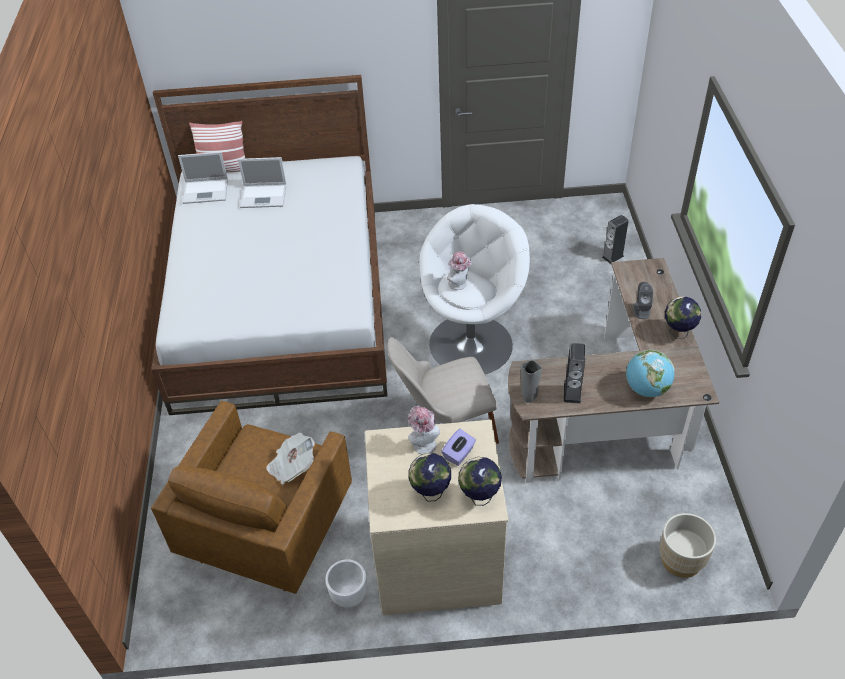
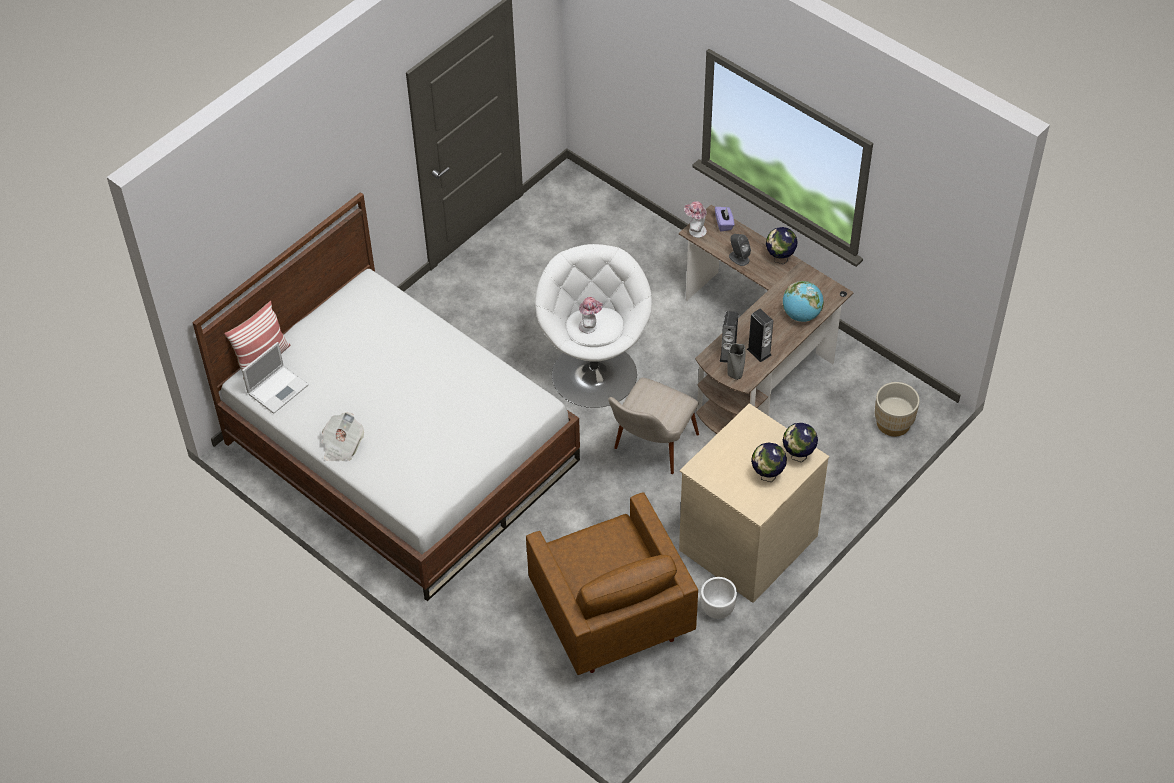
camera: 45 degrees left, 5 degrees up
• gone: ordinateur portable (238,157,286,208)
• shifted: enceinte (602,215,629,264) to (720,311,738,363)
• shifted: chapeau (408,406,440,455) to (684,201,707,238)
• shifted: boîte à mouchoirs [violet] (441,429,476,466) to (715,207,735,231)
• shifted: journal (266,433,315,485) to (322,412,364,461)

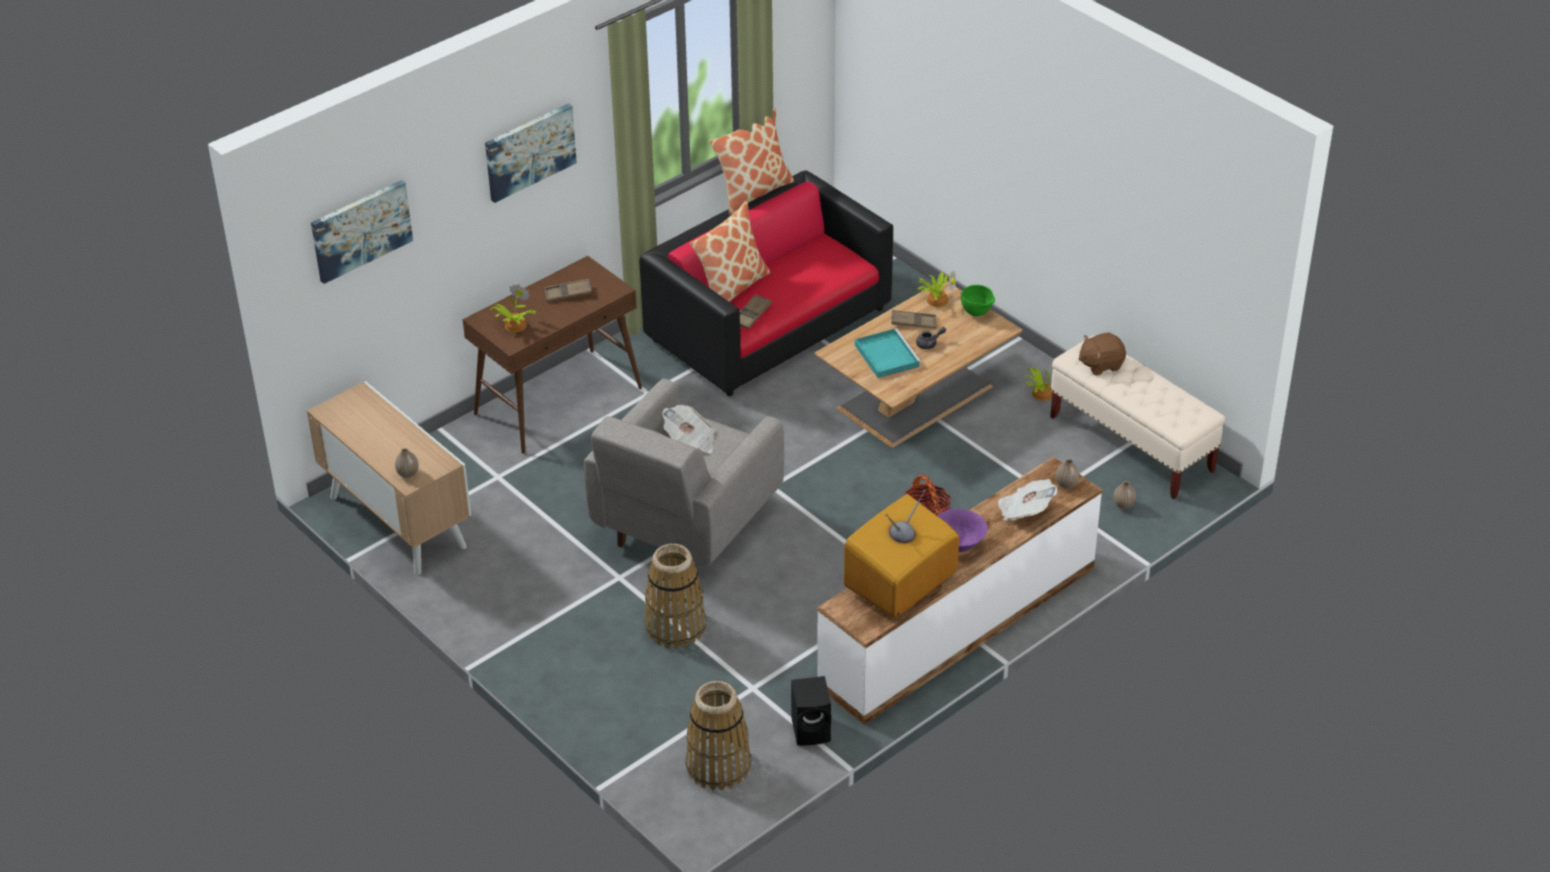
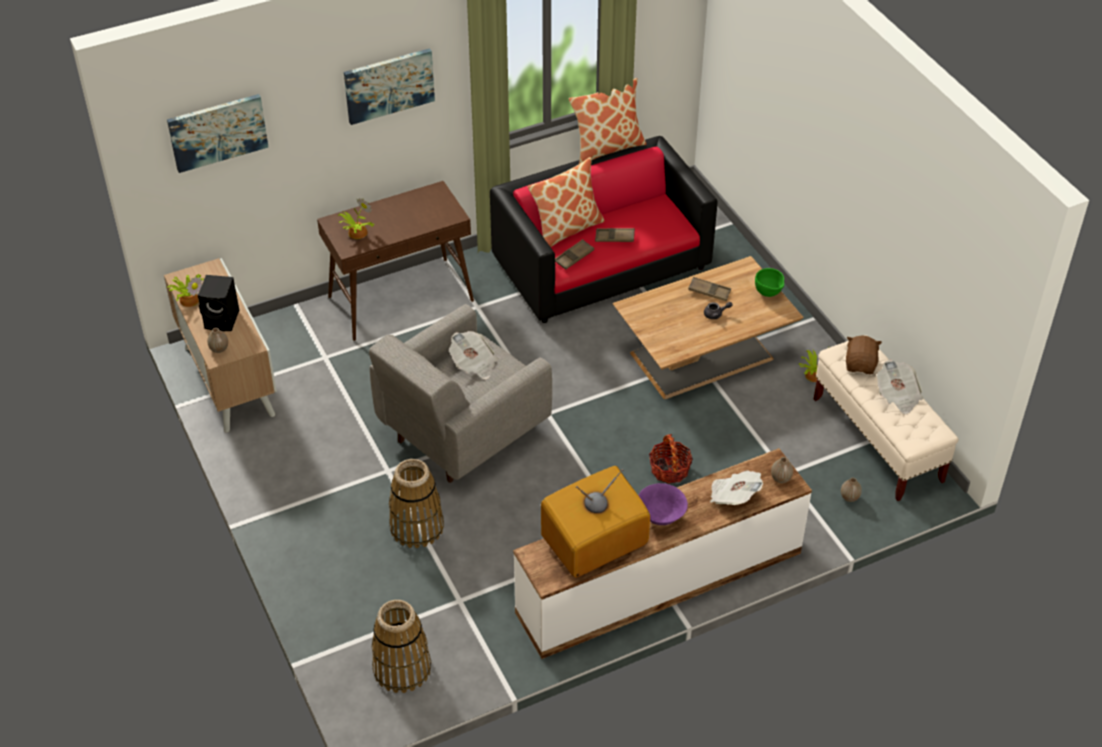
camera: 15 degrees right, 5 degrees up
• shifted: plante en pot (917,272,956,307) to (167,274,204,307)
• shifted: plateau [marron] (544,279,592,302) to (595,228,635,242)
• gone: plateau [turquoise] (855,328,921,378)
• rotated: peluche [marron] (1078,332,1126,375) = (846,336,882,374) 105 degrees clockwise
• shifted: enceinte [noir] (791,676,831,745) to (198,275,239,331)
• new: journal (877,360,923,415)

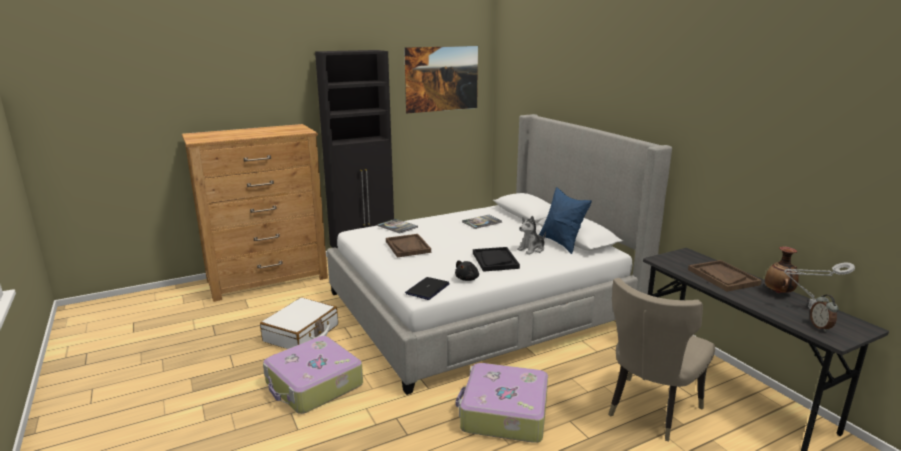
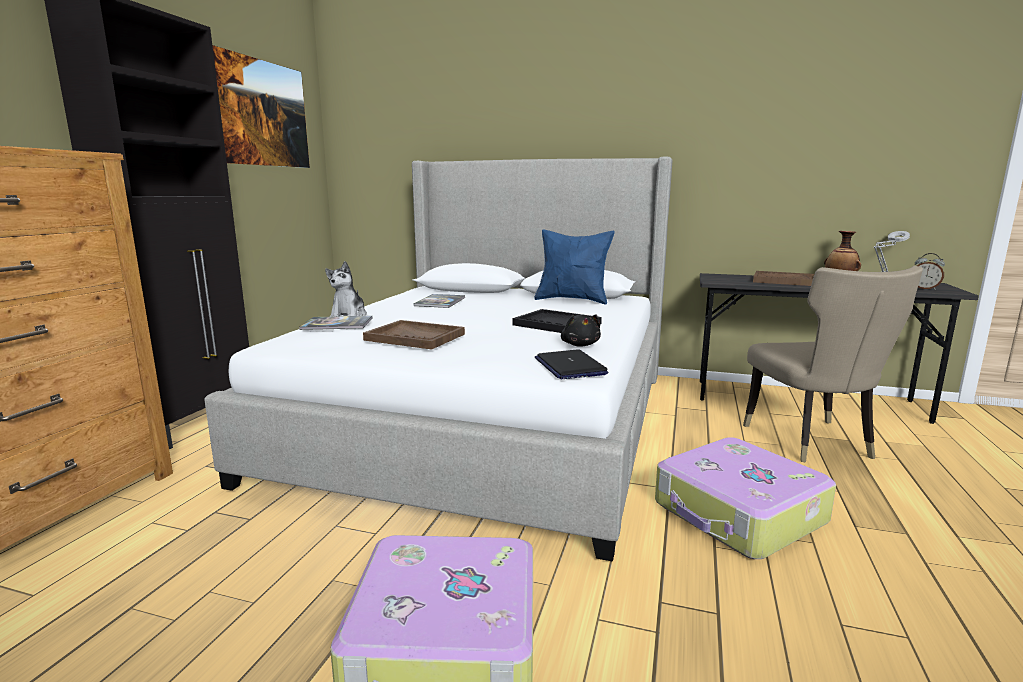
camera: 45 degrees left, 5 degrees down
• shifted: peluche (517,216,546,255) to (325,261,367,317)
• gone: valise [blanc] (260,297,338,349)

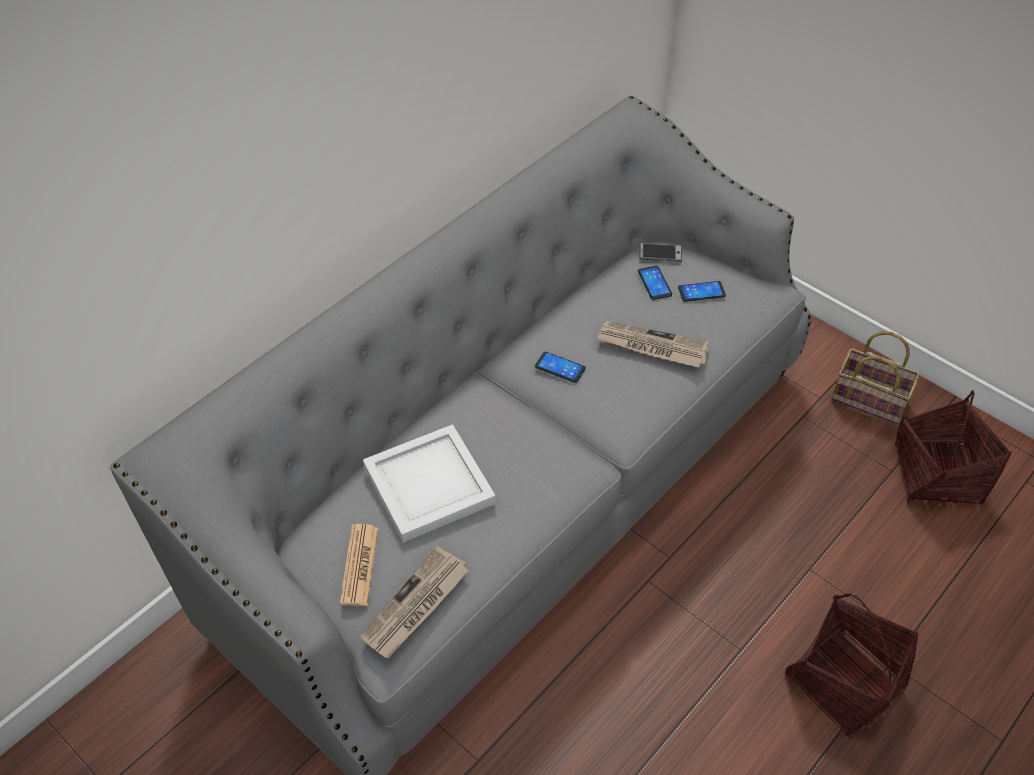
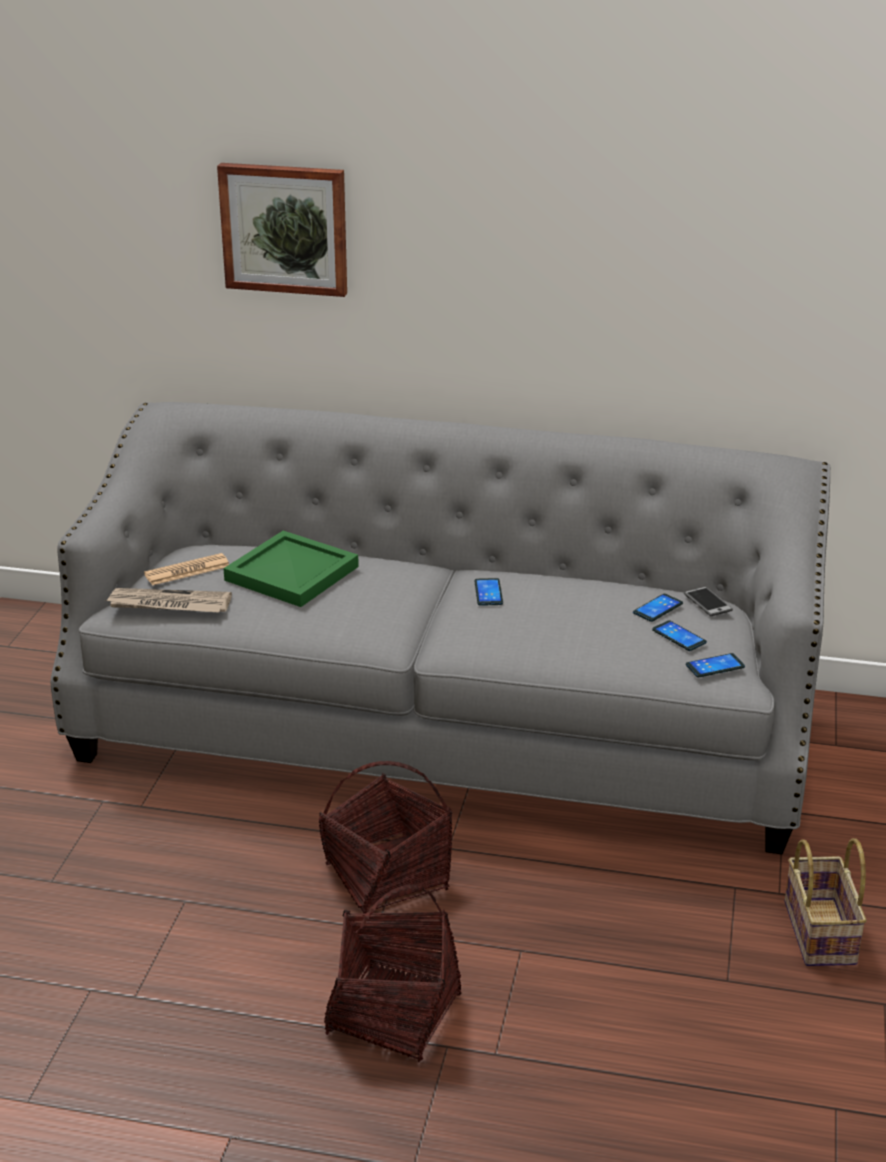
camera: 60 degrees right, 20 degrees down
• gone: journal (596,321,710,367)
• shifted: panier (895,390,1012,505) to (319,761,453,916)
• repainted: plateau [blanc] (363,424,496,543) to plateau [vert] (223,531,359,607)
• new: tableau (217,163,347,297)
• new: téléphone (686,653,745,678)

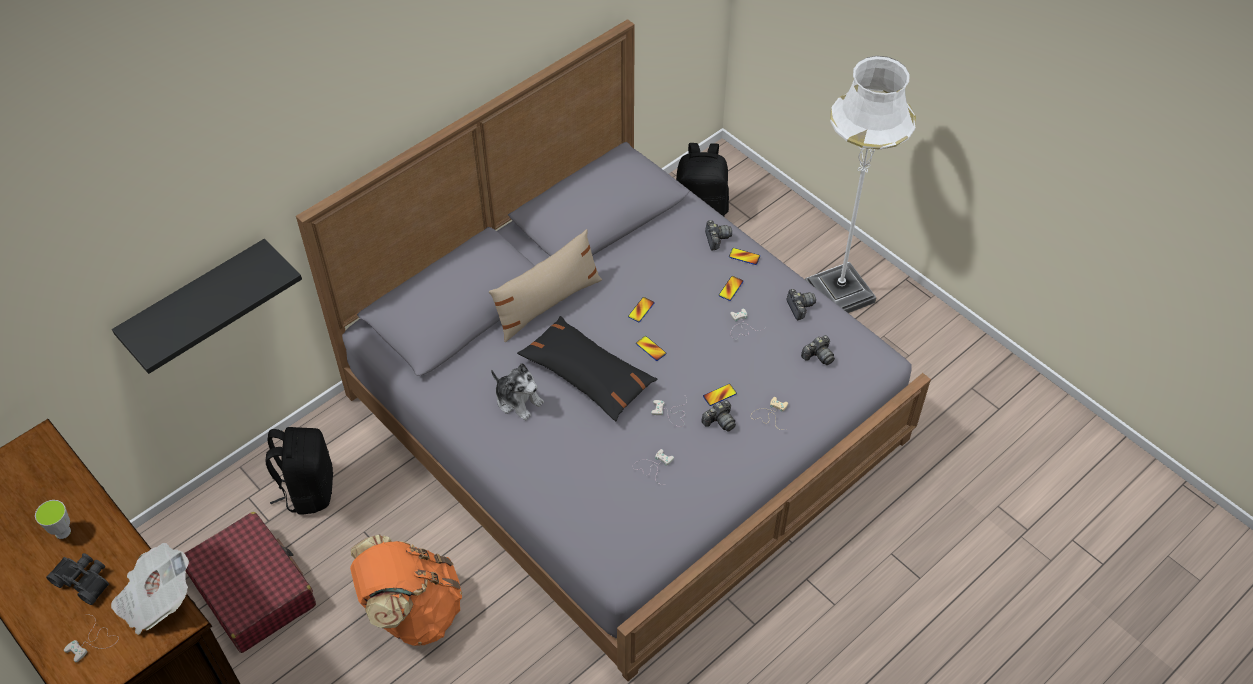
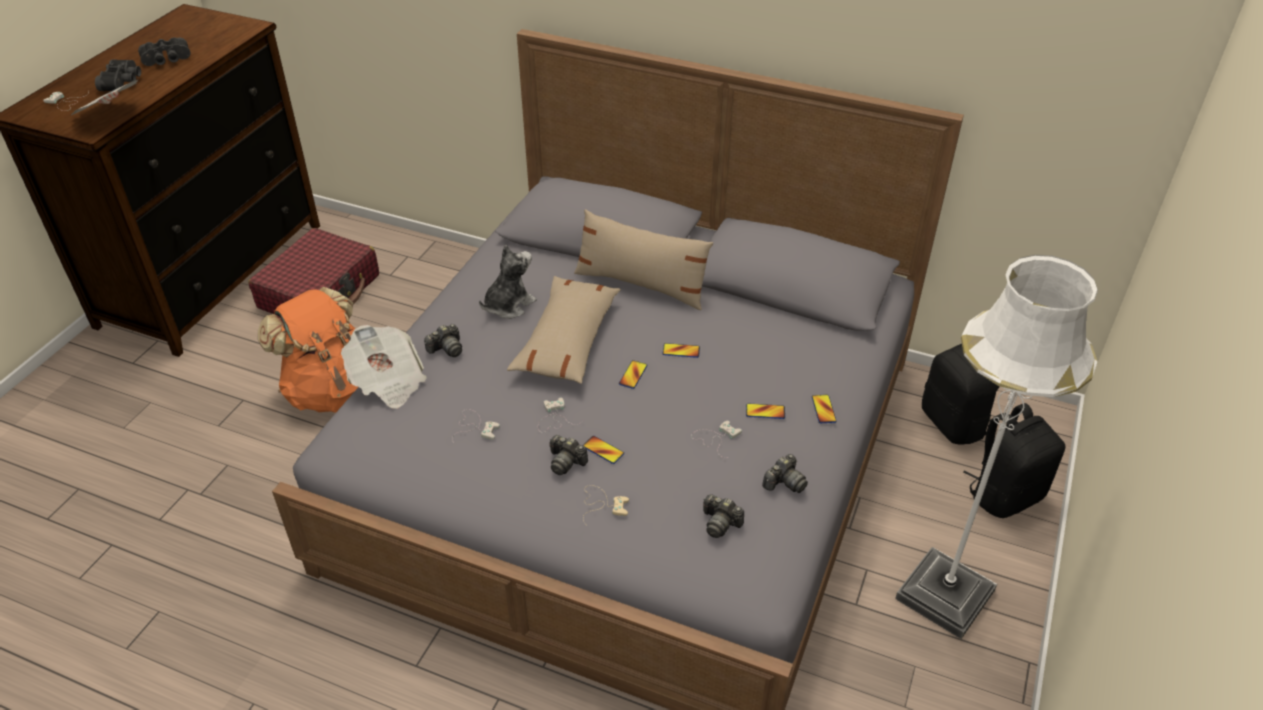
camera: 65 degrees right, 10 degrees down
• shifted: appareil photo (705,220,732,251) to (424,324,462,357)
• gone: étagère [noir] (112,239,302,374)
• repainted: coussin [noir] (517,316,658,421) to coussin [beige] (507,276,621,384)
• rotated: peluche (491,363,544,421) = (479,245,537,319) 150 degrees counterclockwise
• shifted: sac à dos [noir] (265,427,333,514) to (963,403,1065,518)
• swapped: tasse (35,500,71,539) to jumelles [noir] (138,37,190,66)
• new: journal (341,325,427,409)

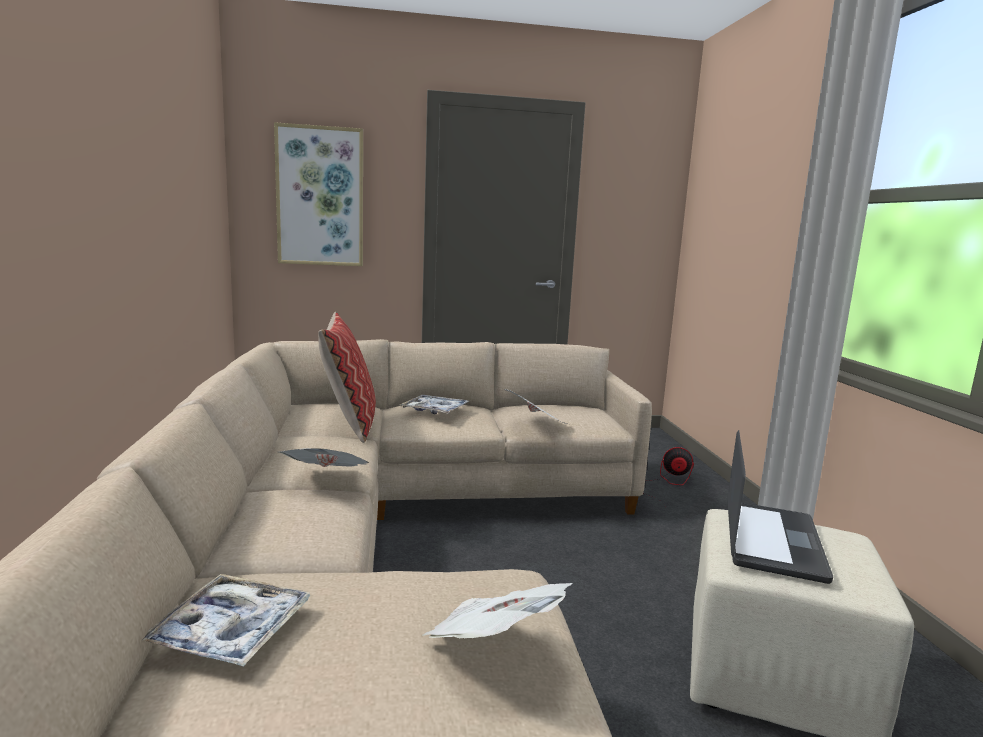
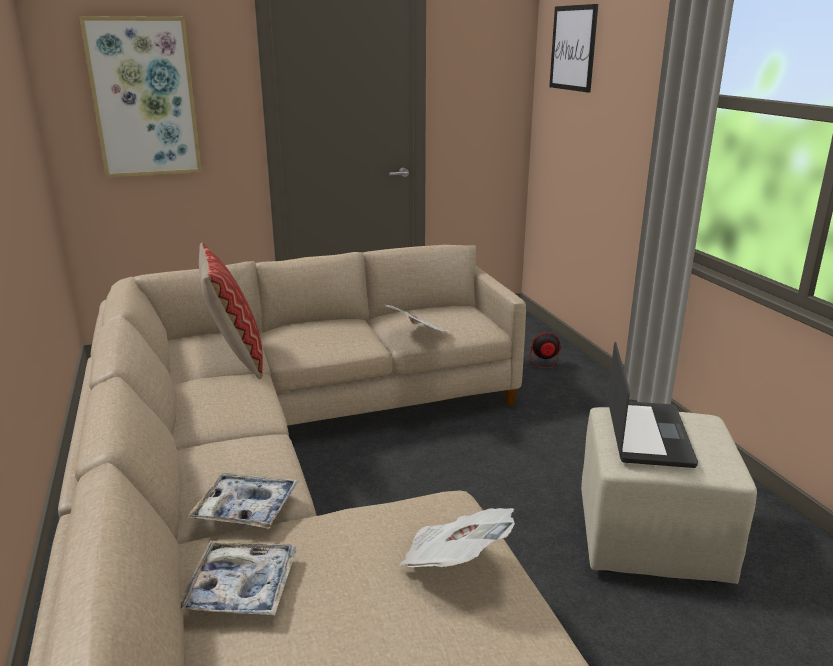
camera: 10 degrees left, 10 degrees up
• shifted: plateau (400,395,469,414) to (187,473,299,529)
• gone: journal (279,448,369,467)
• new: tableau (549,4,598,93)

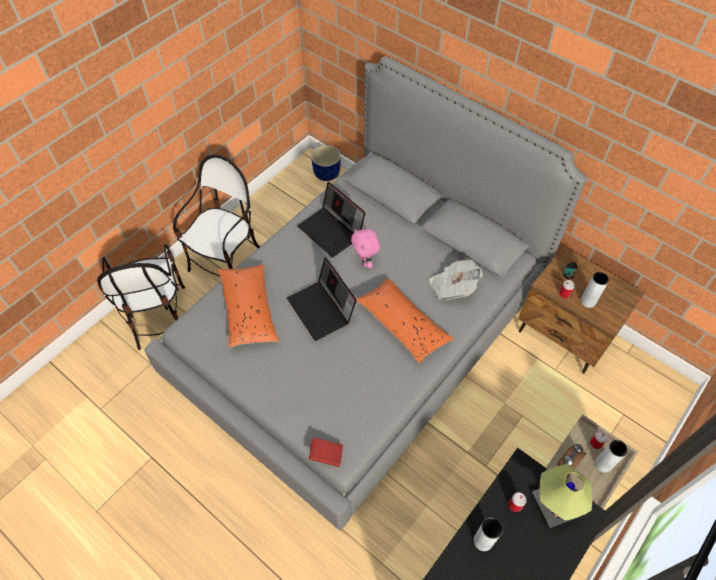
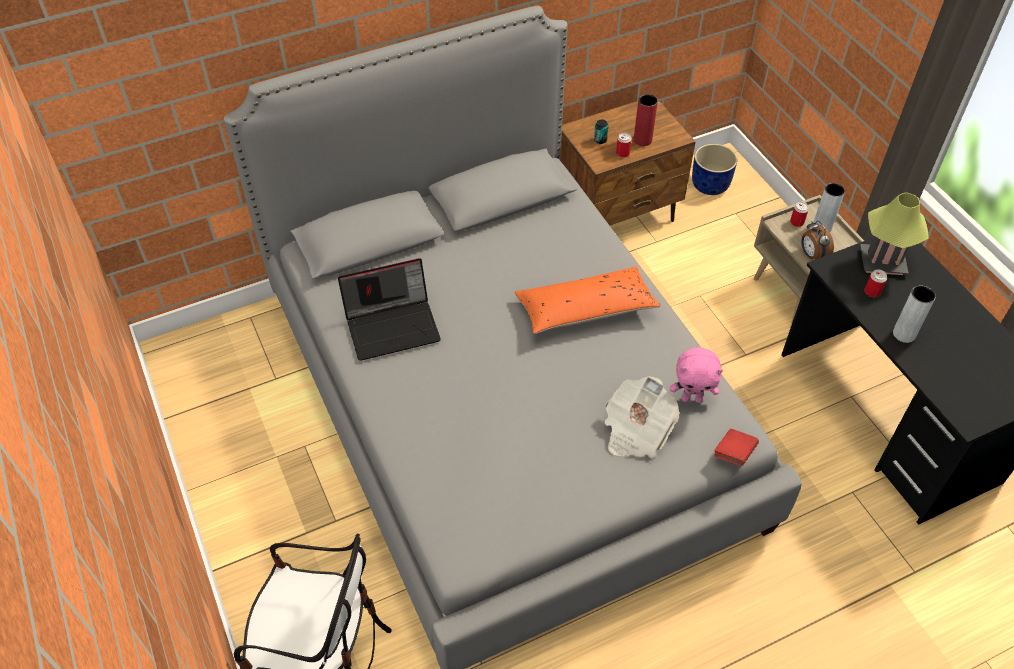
camera: 65 degrees left, 5 degrees down
• shifted: cache-pot [bleu] (311,145,341,181) to (692,144,737,195)
• gone: chaise (173,155,260,276)
• shifted: peluche [rose] (351,229,380,268) to (670,347,723,403)
• gone: ordinateur portable (287,257,357,341)
• shifted: journal (429,260,483,300) to (604,376,679,458)
• gone: coussin [orange] (217,265,279,348)
• repainted: vase [gris] (581,272,609,308) to vase [rouge] (634,94,658,146)

